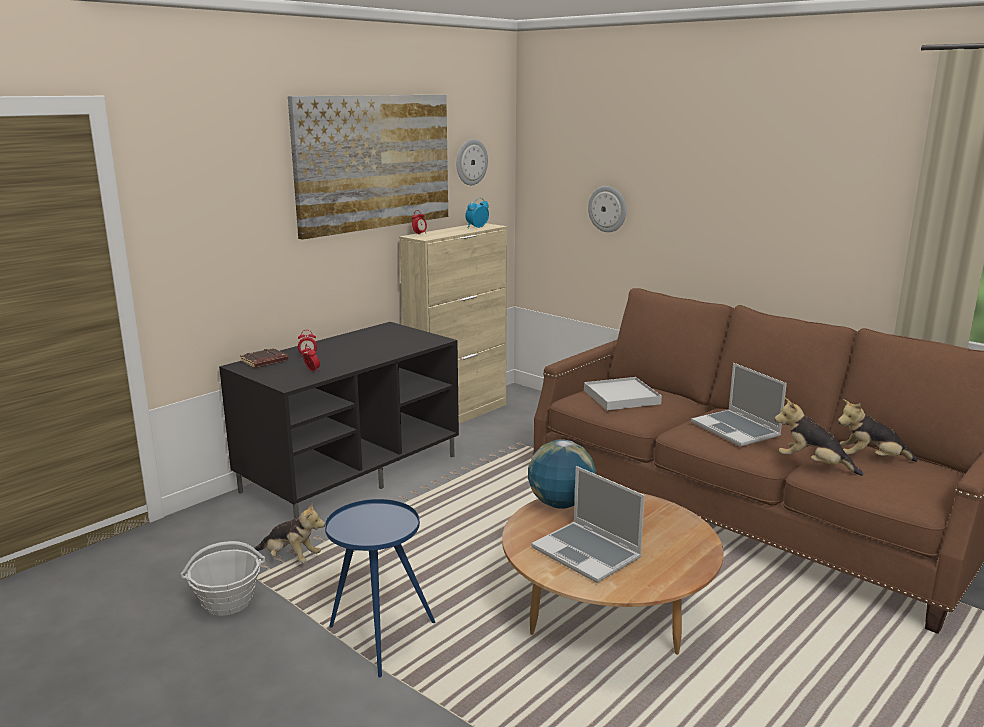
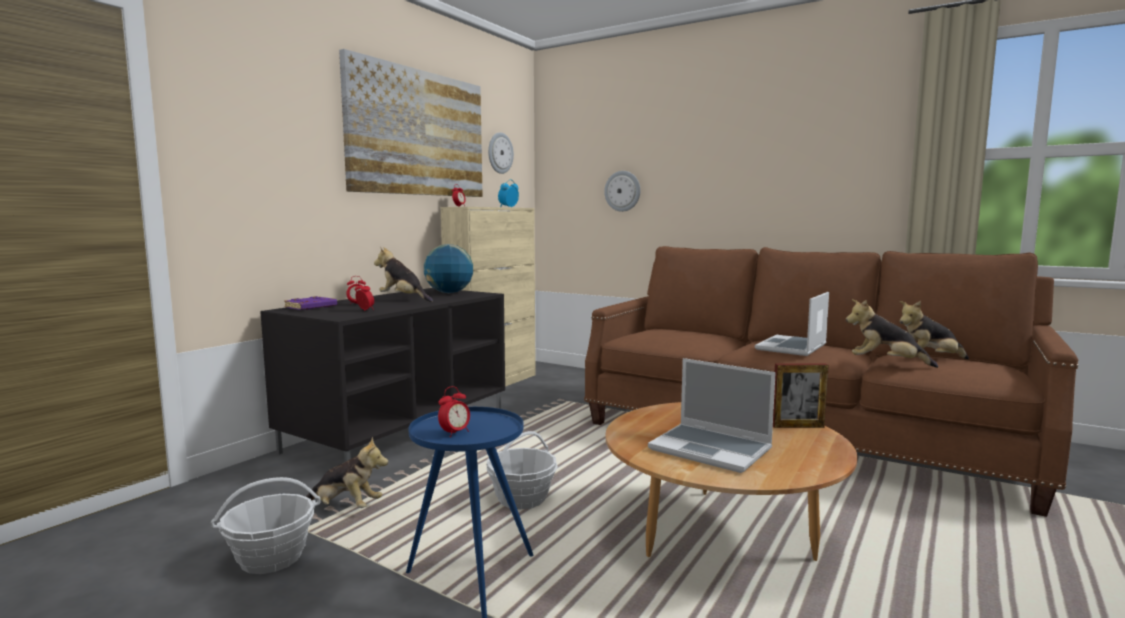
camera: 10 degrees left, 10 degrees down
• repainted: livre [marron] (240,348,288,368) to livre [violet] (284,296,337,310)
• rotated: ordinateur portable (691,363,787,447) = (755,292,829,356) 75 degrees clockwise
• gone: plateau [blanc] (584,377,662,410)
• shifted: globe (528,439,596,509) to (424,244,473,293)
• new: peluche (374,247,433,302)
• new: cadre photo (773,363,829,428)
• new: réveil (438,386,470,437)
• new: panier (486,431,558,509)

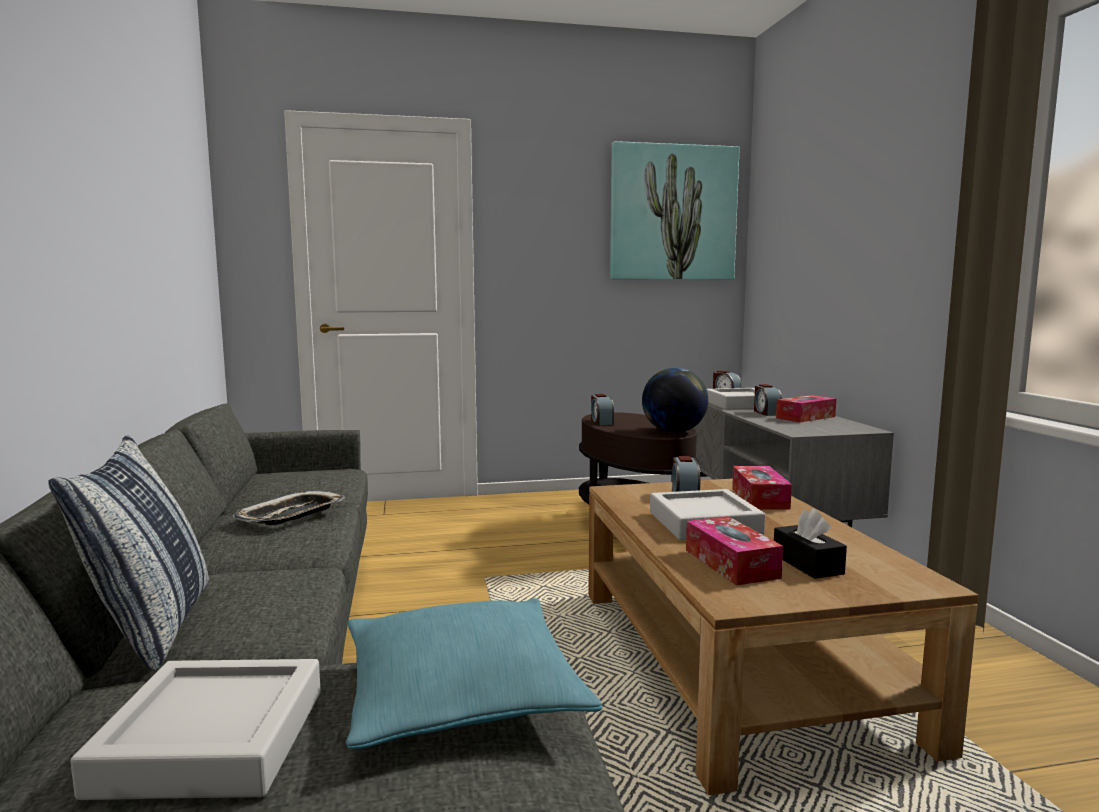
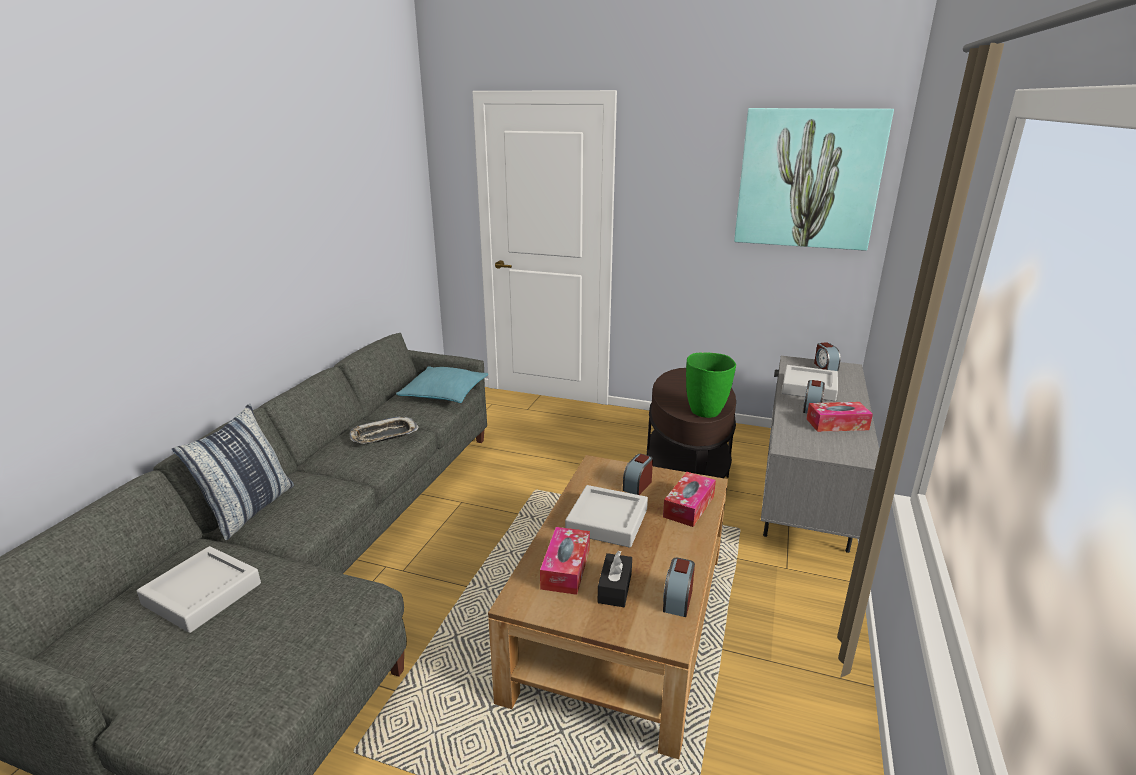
camera: 30 degrees right, 15 degrees up
• swapped: globe (642,368,708,433) to vase [vert] (686,352,736,418)
• shifted: réveil (591,394,614,425) to (663,558,695,617)
• shifted: coussin [turquoise] (346,598,602,749) to (396,366,488,403)

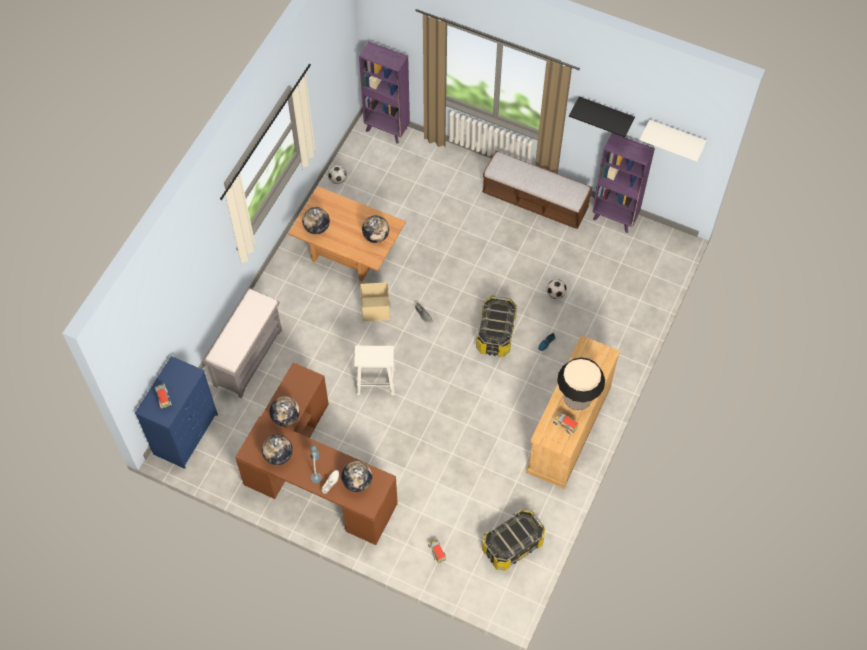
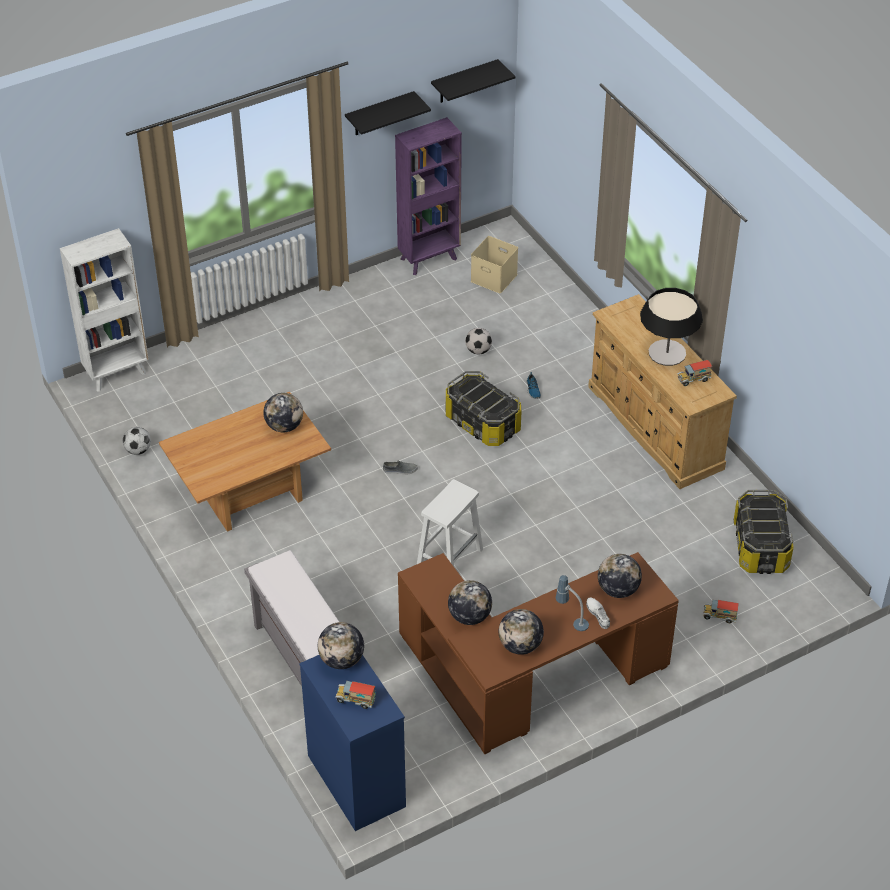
camera: 55 degrees left, 15 degrees down
• repainted: bibliothèque [violet] (359,42,410,144) to bibliothèque [blanc] (60,228,149,392)
• repainted: étagère [blanc] (640,120,707,161) to étagère [noir] (431,59,516,103)
• gone: banc (482,151,592,229)
• shifted: globe (302,207,330,234) to (318,622,364,669)
• shifted: boîte de rangement [beige] (361,282,390,321) to (471,236,518,293)

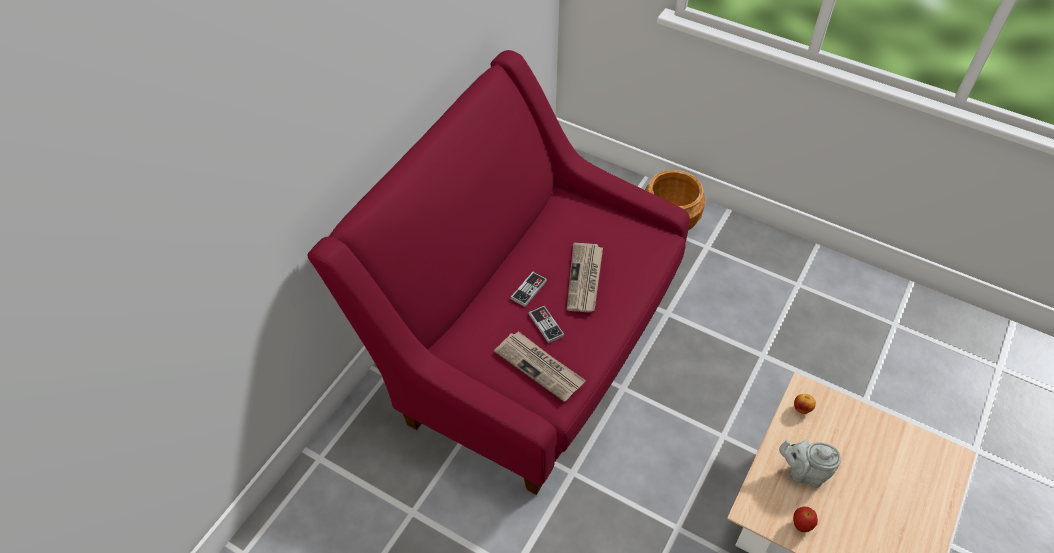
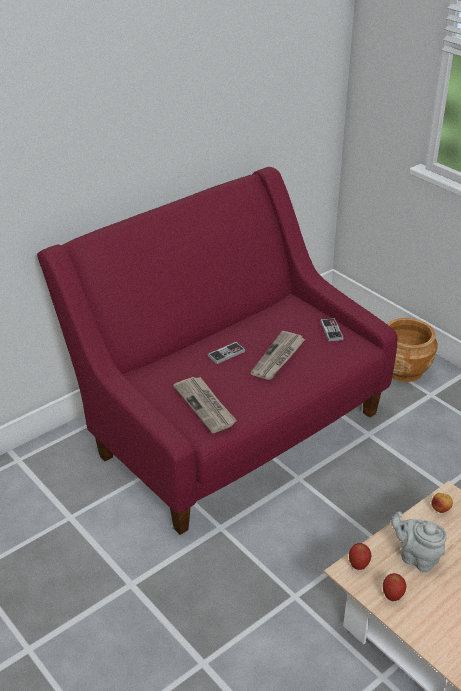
camera: 20 degrees right, 15 degrees down
• shifted: manette (529,306,565,343) to (320,318,344,342)
• new: pomme (349,543,372,570)

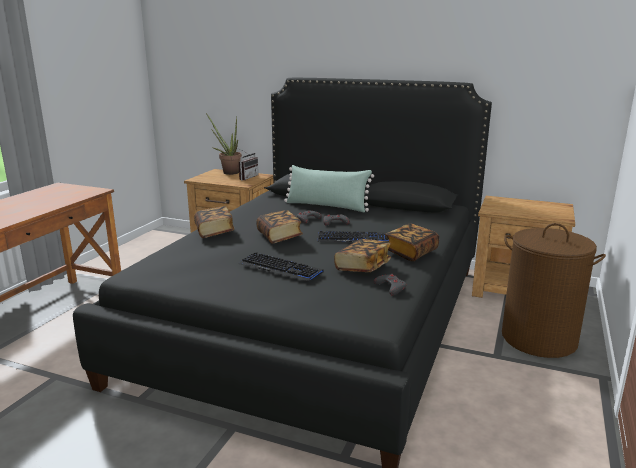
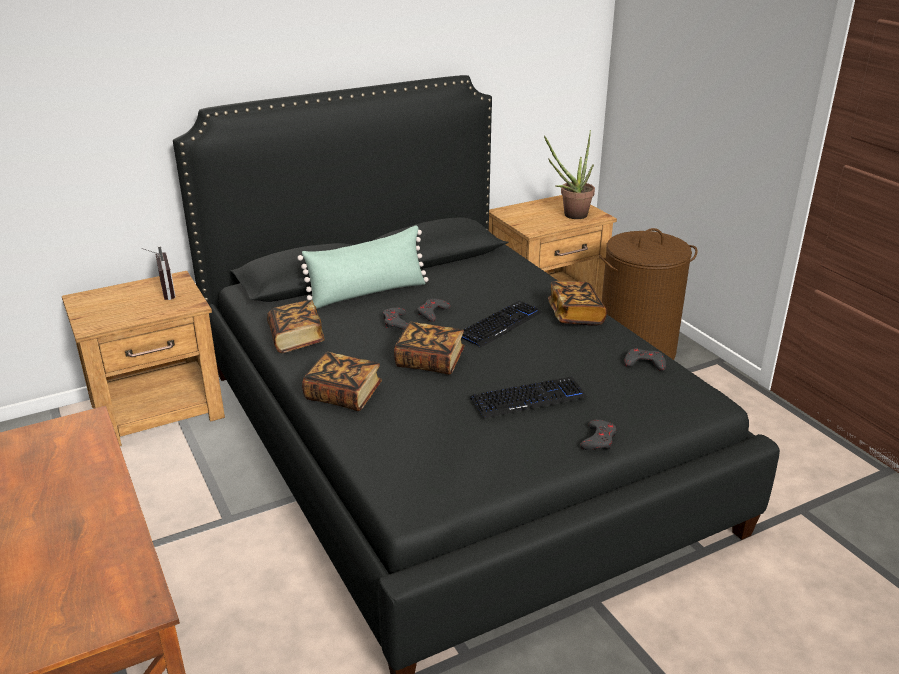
camera: 50 degrees left, 10 degrees up
• shifted: plante en pot (206,113,242,175) to (544,130,595,219)
• shifted: livre (334,239,391,272) to (267,300,324,353)
• new: manette [gris] (580,419,616,450)

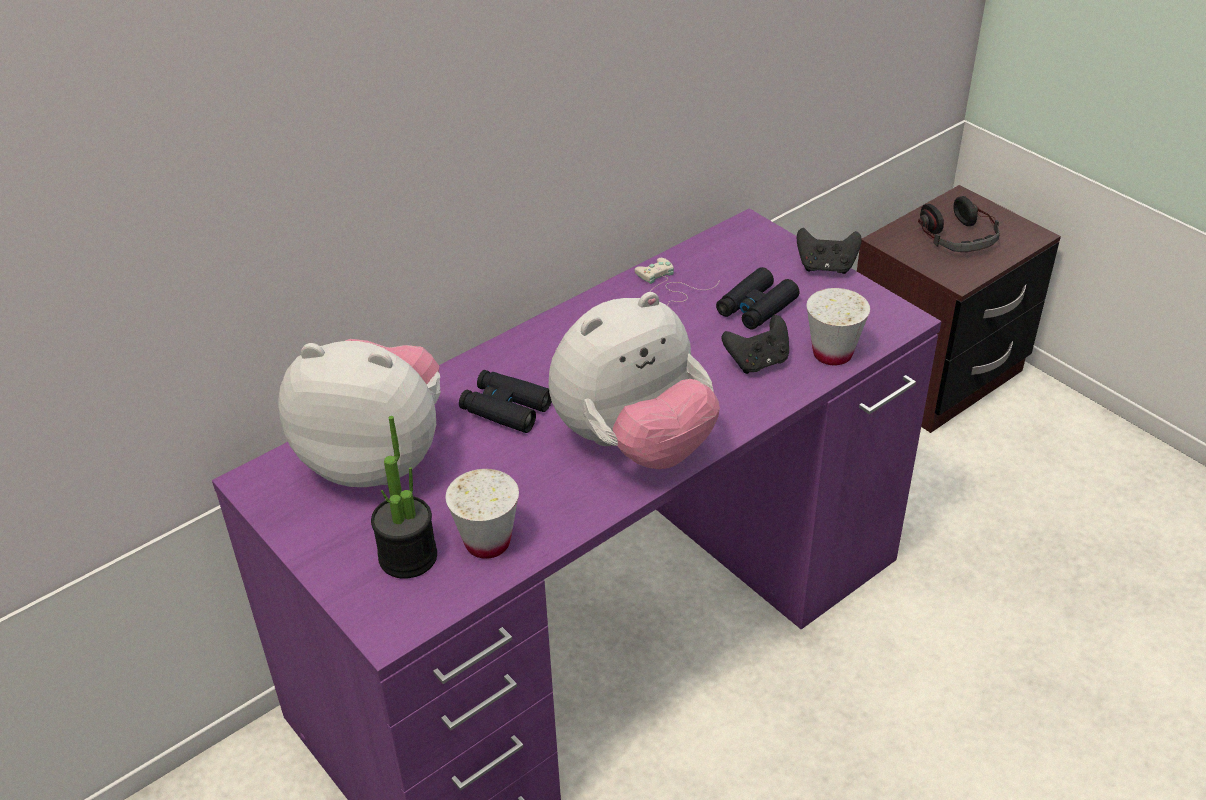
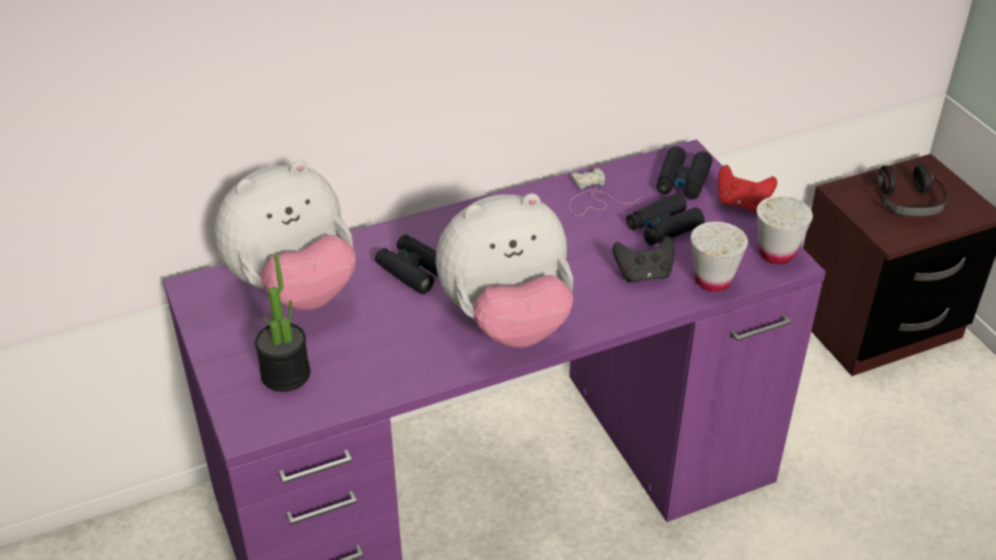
camera: 15 degrees right, 0 degrees up
• repainted: manette [noir] (797,228,862,274) to manette [rouge] (718,165,777,213)
• rotated: peluche (278,339,441,487) = (214,160,356,310) 120 degrees clockwise
• shifted: tasse [blanc] (446,469,519,559) to (757,196,813,264)
• new: jumelles [noir] (656,147,712,199)

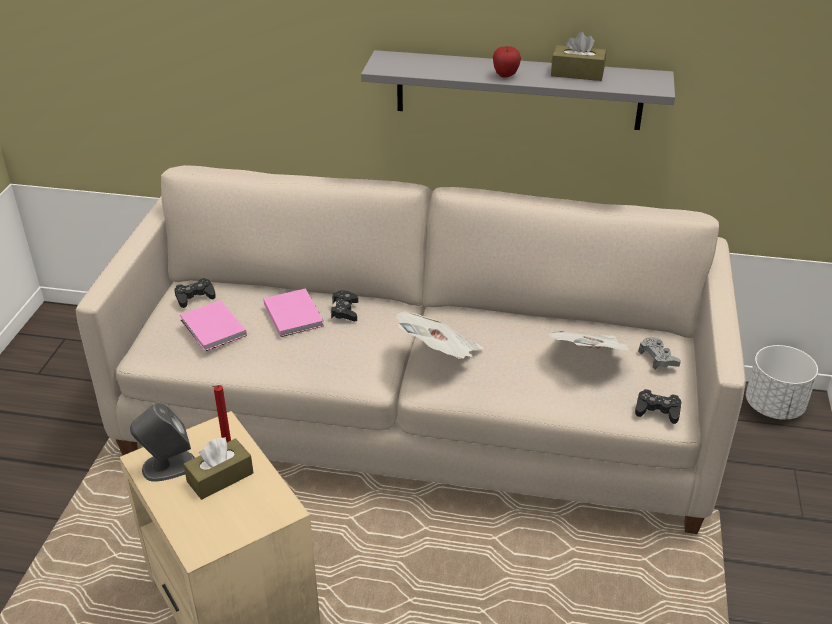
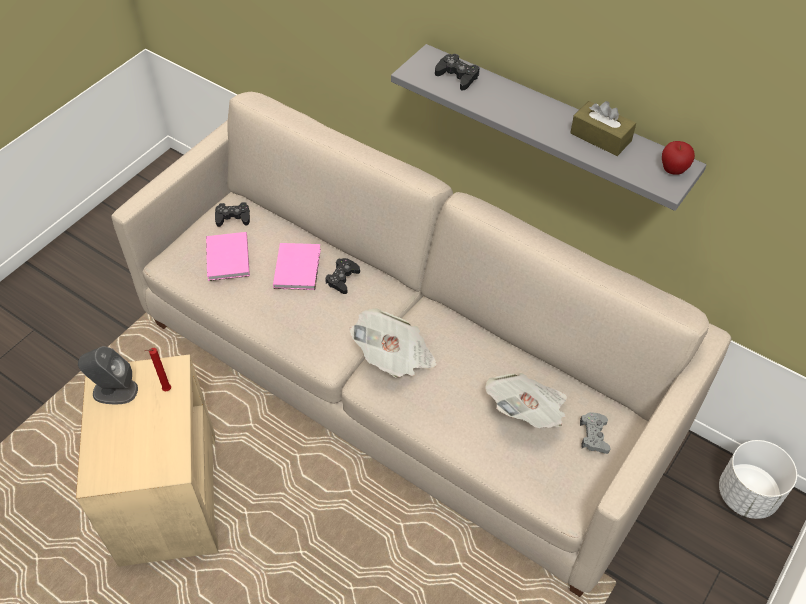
camera: 25 degrees right, 15 degrees up
• shifted: pomme (493,46,521,77) to (662,141,695,175)
• shifted: manette [noir] (635,389,681,424) to (435,54,480,91)
• gone: boîte à mouchoirs [marron] (183,437,253,500)

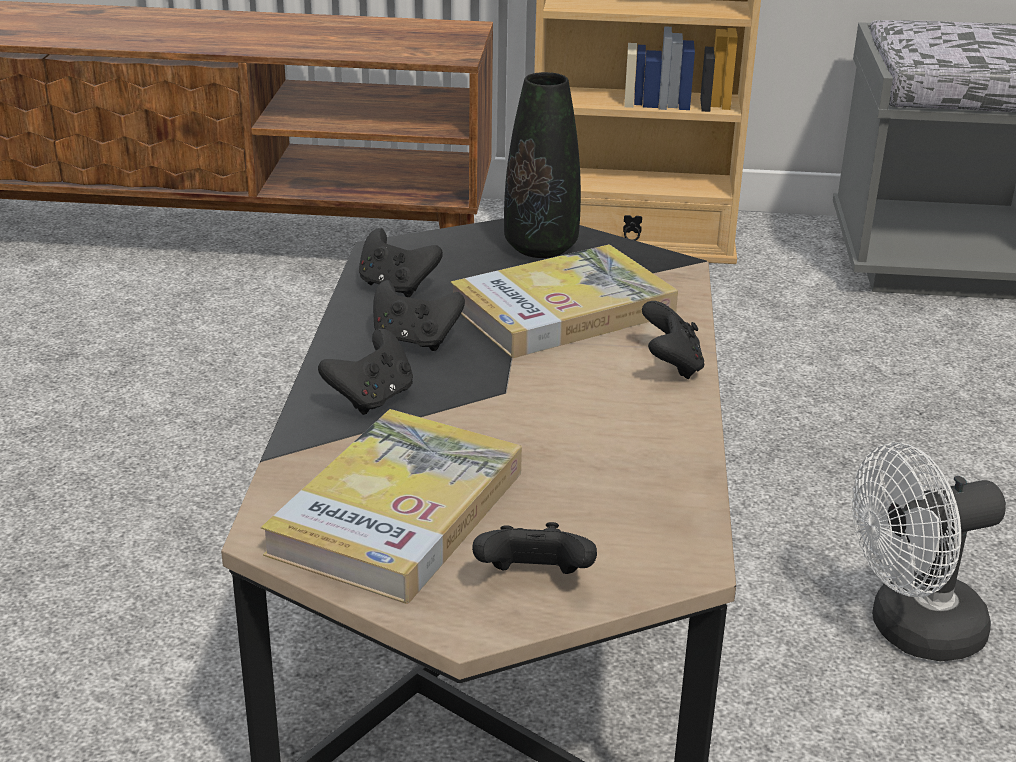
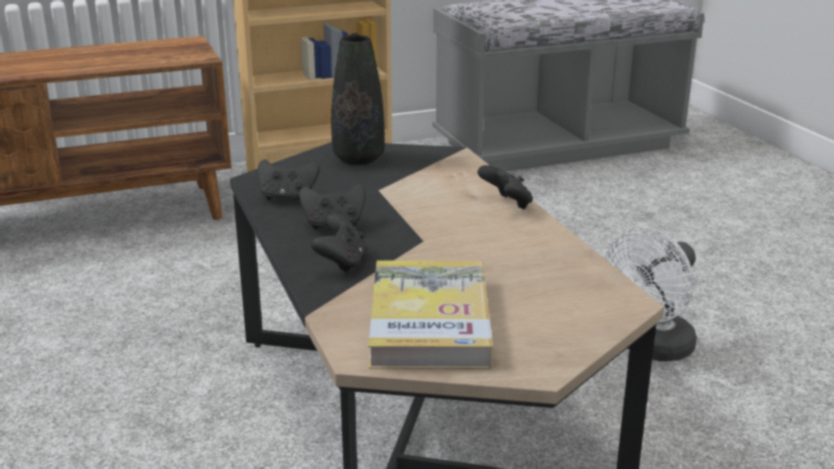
camera: 25 degrees left, 5 degrees down
• gone: livre (450,244,678,358)
• gone: manette [noir] (472,522,597,574)

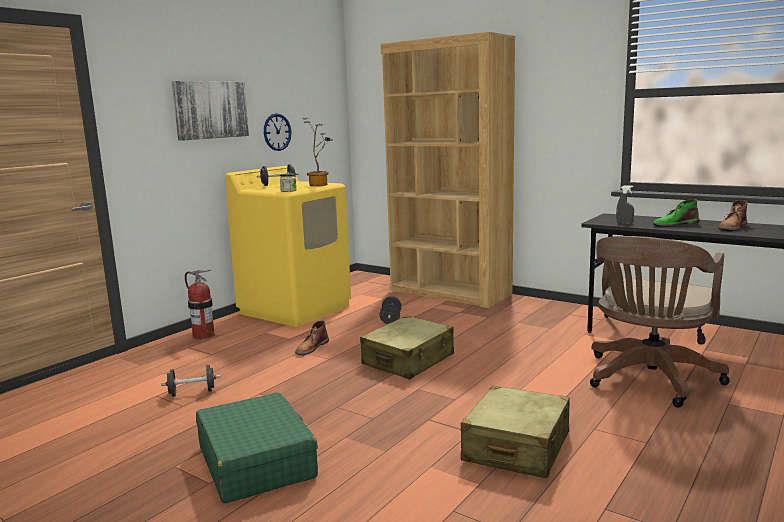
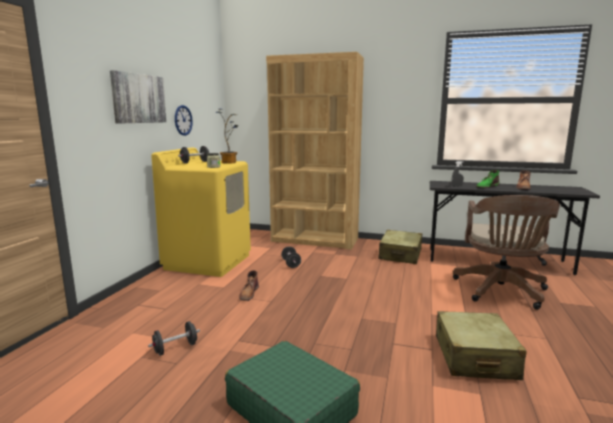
camera: 20 degrees left, 0 degrees up
• gone: extincteur (185,269,215,340)
• shifted: valise [beige] (360,315,454,380) to (378,230,422,264)

